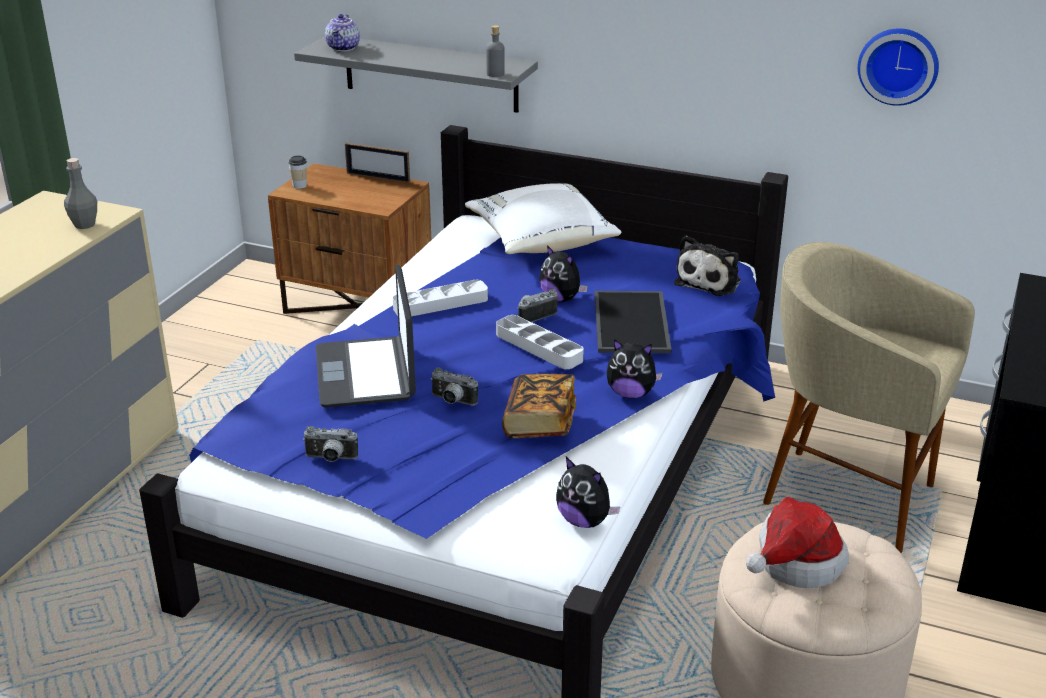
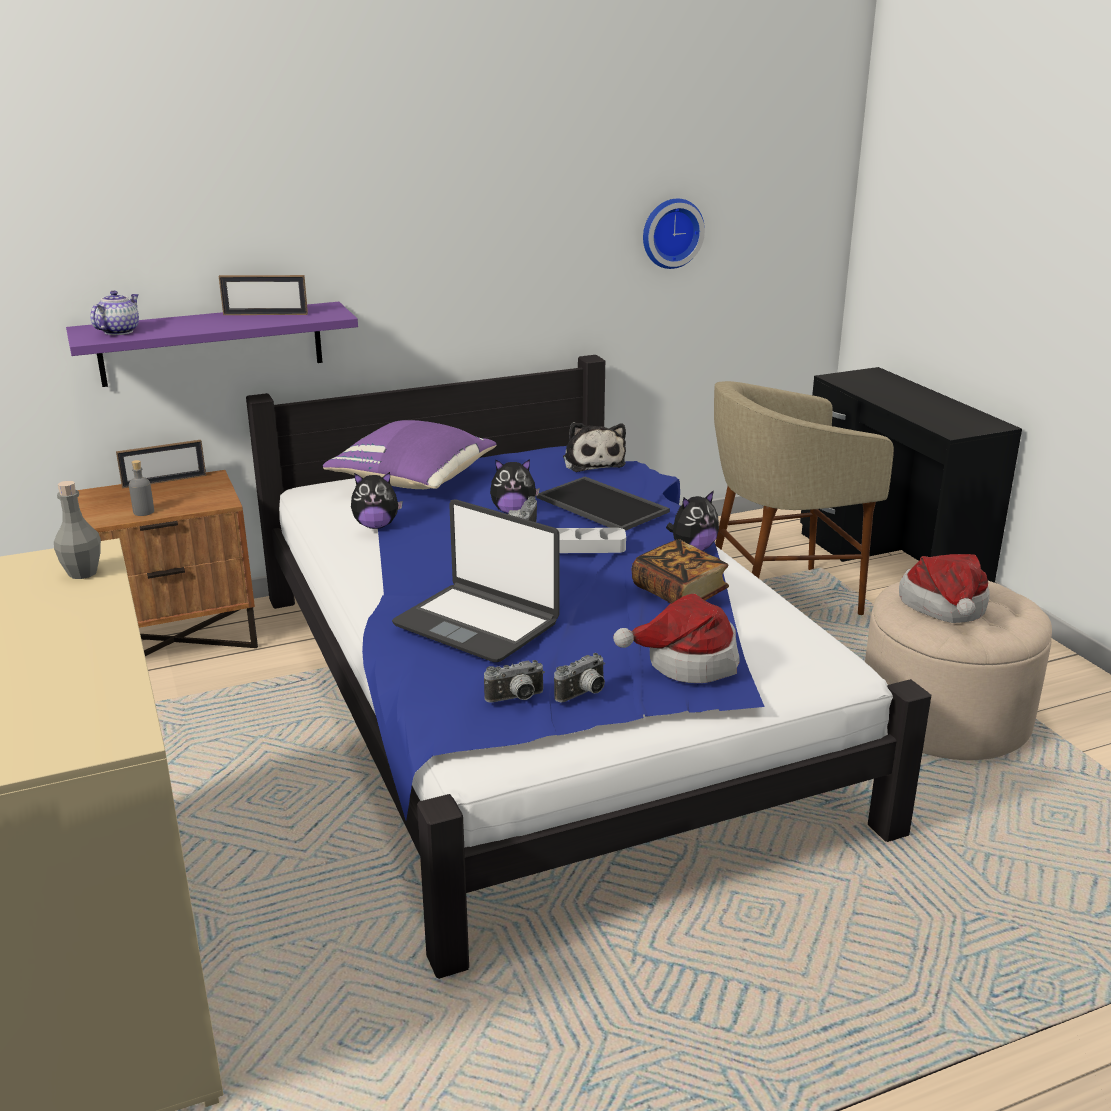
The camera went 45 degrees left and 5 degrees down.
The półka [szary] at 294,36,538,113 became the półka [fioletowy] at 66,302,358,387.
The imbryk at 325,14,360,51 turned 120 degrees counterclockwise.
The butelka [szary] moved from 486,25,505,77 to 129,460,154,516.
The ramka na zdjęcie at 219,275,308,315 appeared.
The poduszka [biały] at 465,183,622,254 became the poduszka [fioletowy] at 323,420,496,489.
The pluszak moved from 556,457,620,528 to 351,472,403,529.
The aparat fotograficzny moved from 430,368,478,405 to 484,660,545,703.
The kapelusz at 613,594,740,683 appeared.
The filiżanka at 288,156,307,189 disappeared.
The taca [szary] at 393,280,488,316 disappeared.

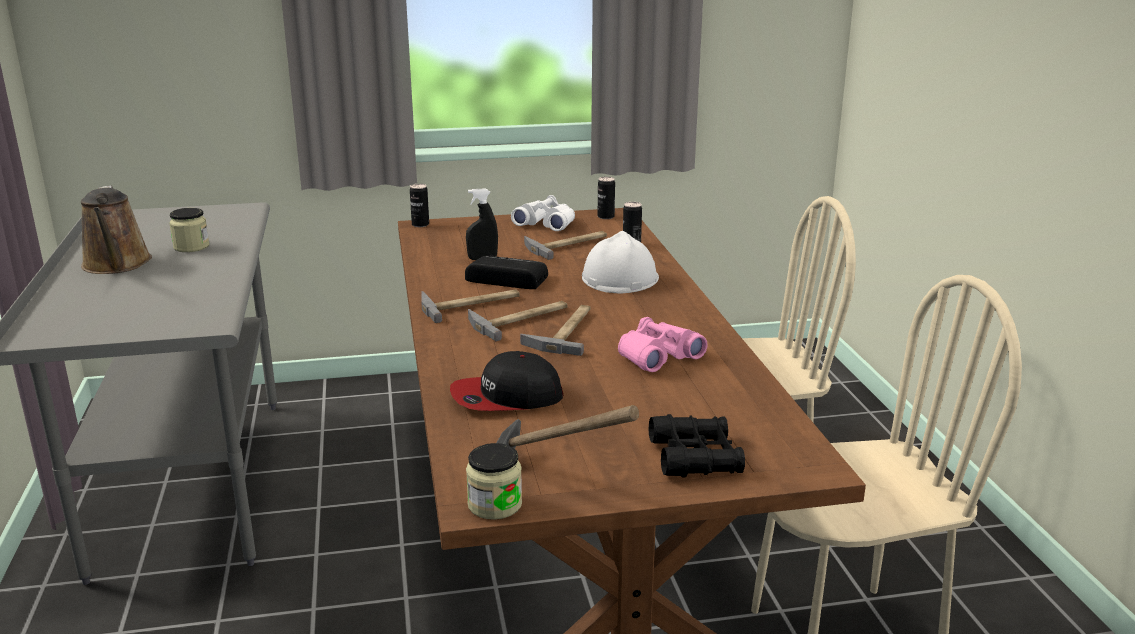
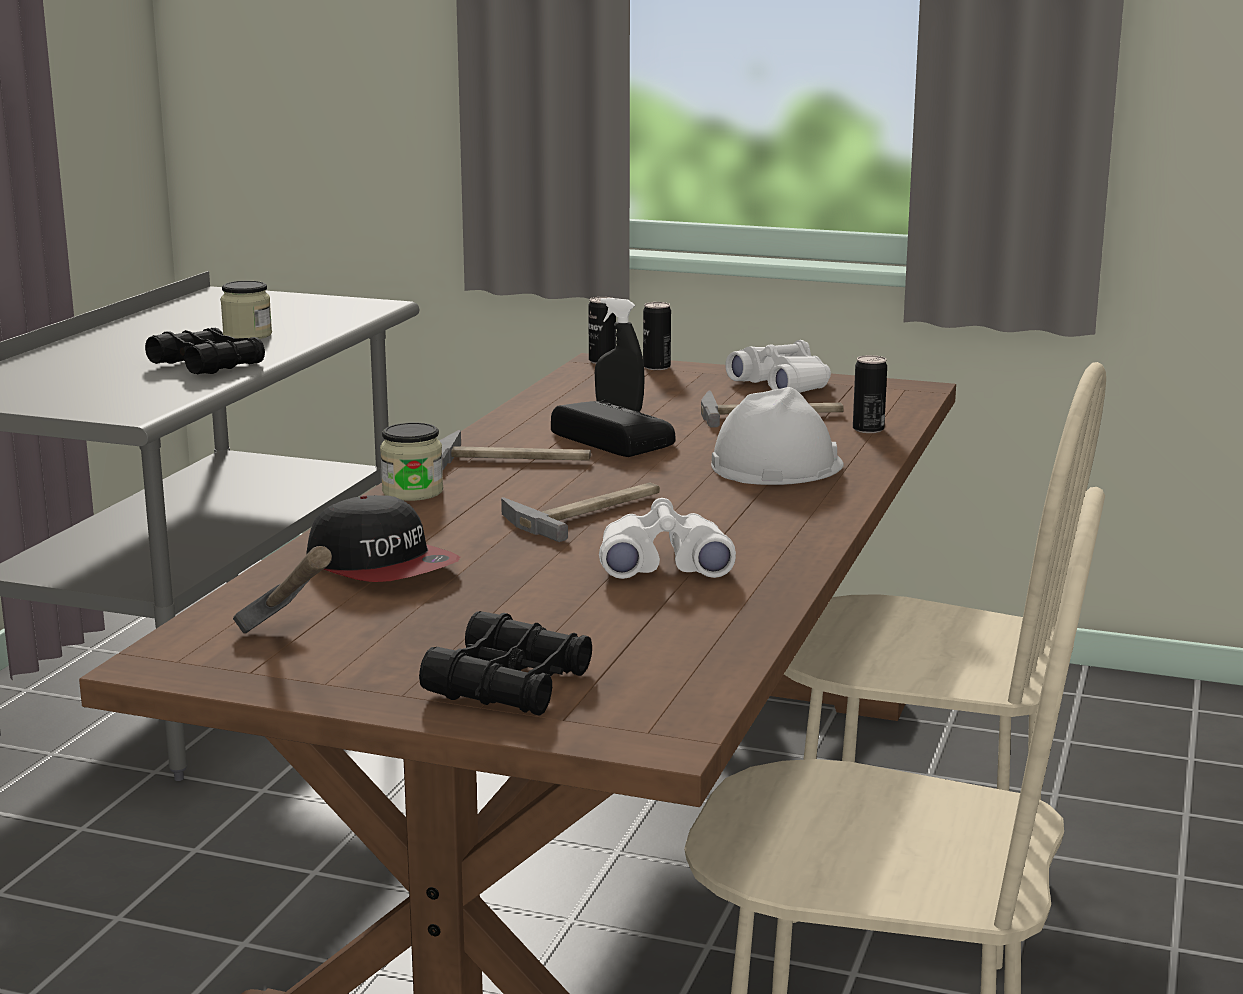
The camera went 30 degrees right and 5 degrees down.
The lornetka [czarny] at 145,328,265,374 appeared.
The czapka z daszkiem at 450,351,563,411 turned 150 degrees counterclockwise.
The słoik moved from 466,443,522,520 to 380,423,443,501.
The lornetka [różowy] at 618,317,708,372 became the lornetka [biały] at 599,498,736,579.
The puszka moved from 598,177,615,219 to 643,302,671,370.
The konewka [brązowy] at 81,186,152,274 disappeared.
The młotek at 468,301,567,341 disappeared.

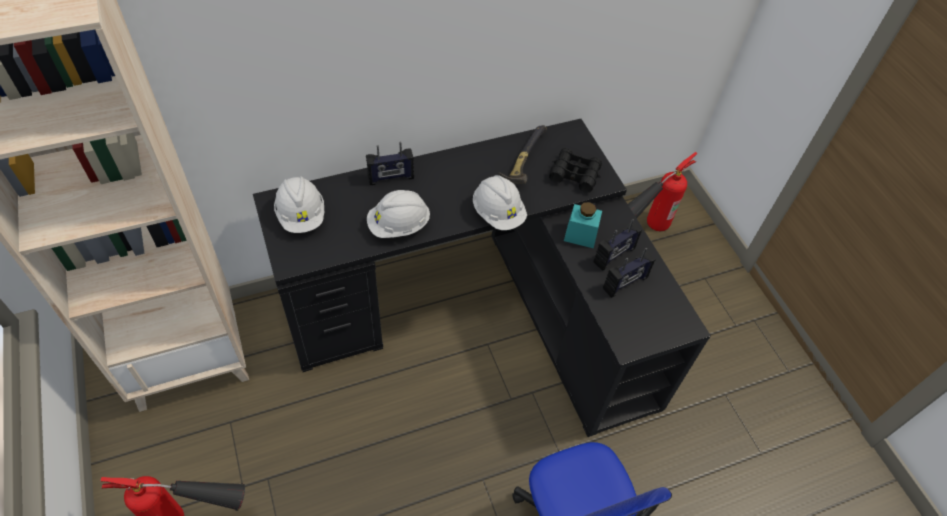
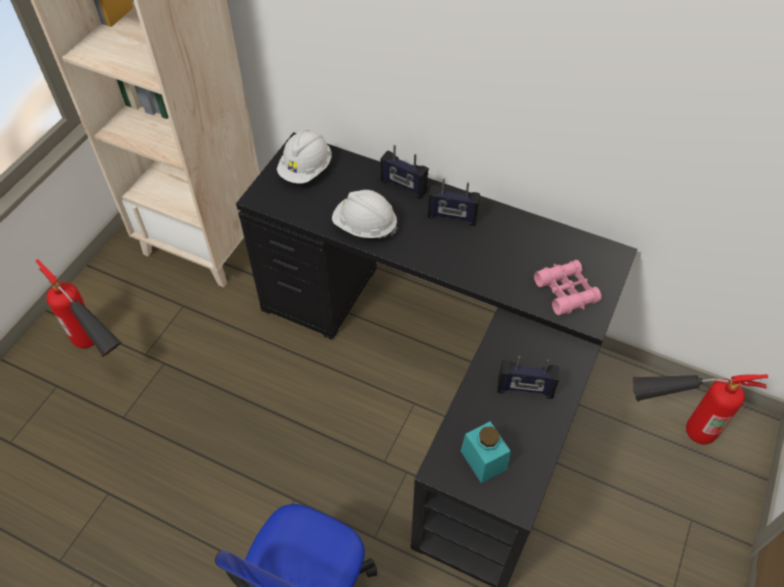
The camera went 50 degrees right and 0 degrees up.
The radio moved from 603,248,656,298 to 427,178,480,226.
The słoik [turkusowy] moved from 564,202,602,248 to 461,421,511,483.
The lornetka [czarny] at 549,148,602,193 became the lornetka [różowy] at 534,260,601,315.
The kask [biały] at 473,175,527,230 disappeared.
The młotek at 498,125,547,183 disappeared.

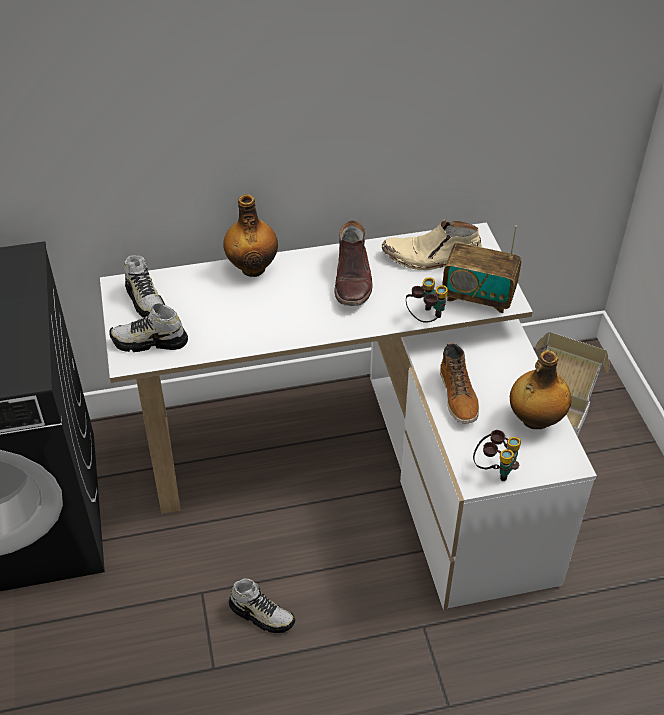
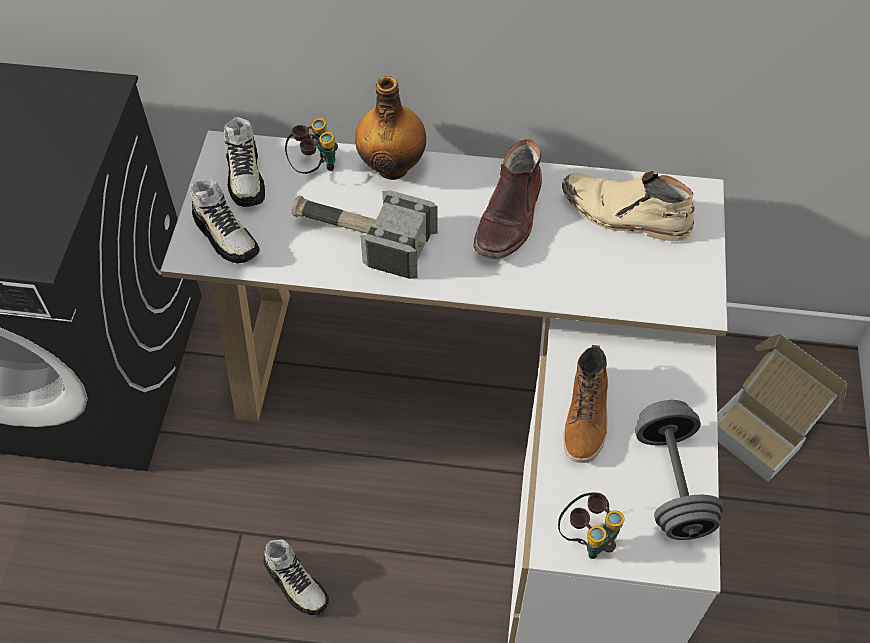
The camera went 20 degrees right and 10 degrees up.
The but at 109,303,188,352 turned 150 degrees counterclockwise.
The lornetka moved from 406,277,448,323 to 285,118,338,174.
The młotek at 291,190,438,279 appeared.
The butelka at 510,350,571,429 was replaced by the hantel [szary] at 635,400,724,540.
The radio at 442,225,521,313 disappeared.

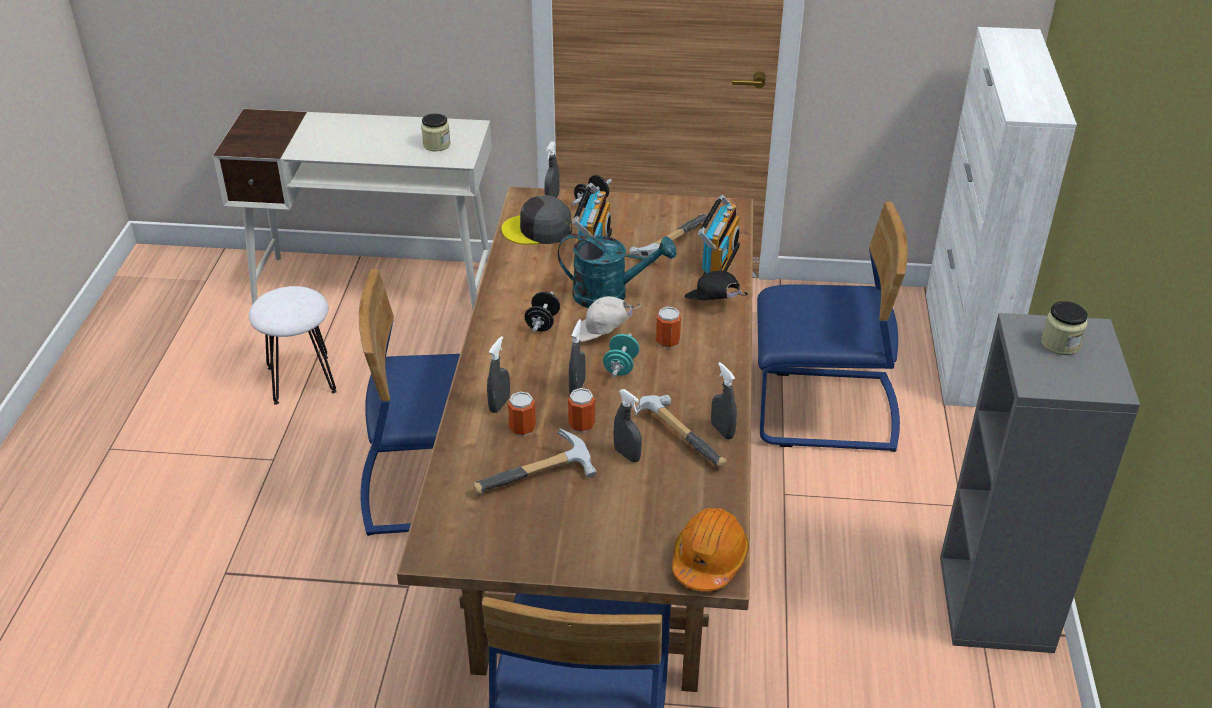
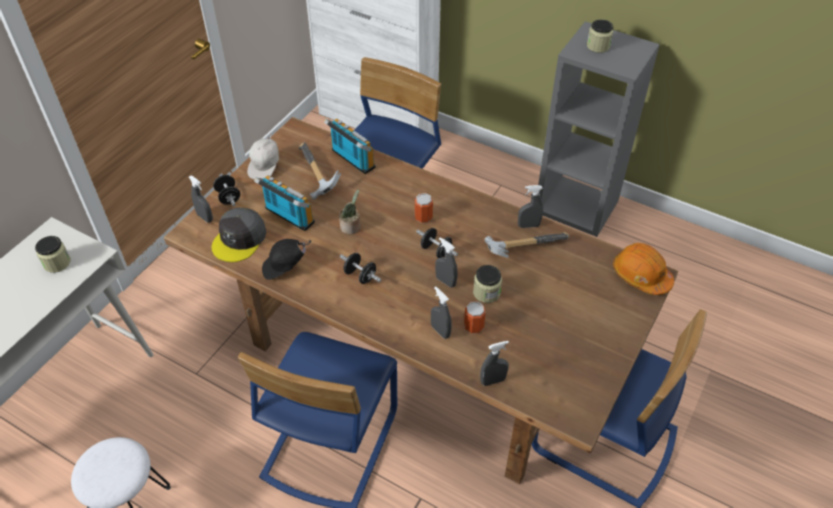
The camera went 65 degrees left and 10 degrees up.
The czapka z daszkiem [biały] moved from 579,296,641,342 to 247,133,279,179.
The czapka z daszkiem [czarny] moved from 685,270,748,301 to 262,239,311,280.
The konewka [turkusowy] at 558,233,676,308 was replaced by the roślina doniczkowa at 339,189,360,234.
The hantel [turkusowy] at 603,333,639,377 became the hantel [czarny] at 416,228,458,258.
The puszka at 568,388,595,433 was replaced by the słoik at 473,265,502,303.
The spryskiwacz [szary] moved from 614,389,642,462 to 480,341,509,386.
The młotek at 473,428,597,495 disappeared.

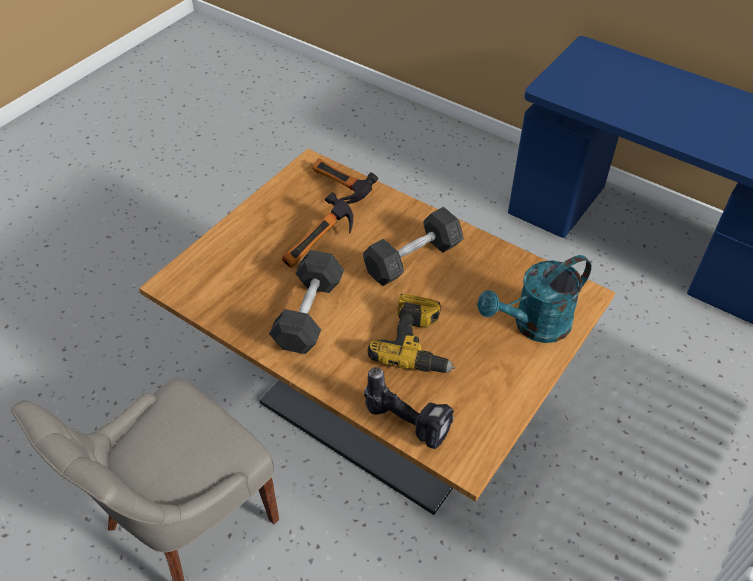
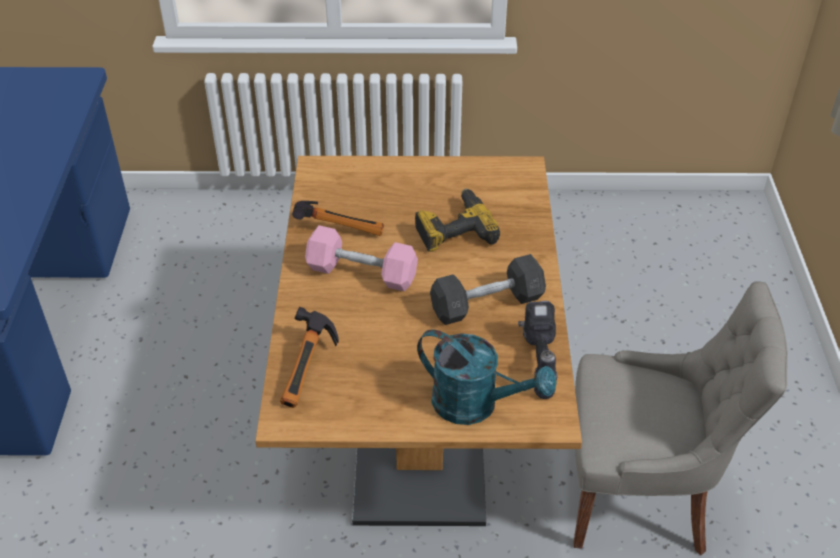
The camera went 125 degrees left and 5 degrees down.
The młotek moved from 282,192,353,268 to 292,201,384,236.
The hantel [szary] at 363,207,464,286 became the hantel [różowy] at 305,225,418,292.
The konewka [turkusowy] moved from 477,255,592,343 to 417,330,556,425.
The wiertarka moved from 364,367,454,449 to 518,301,558,399.

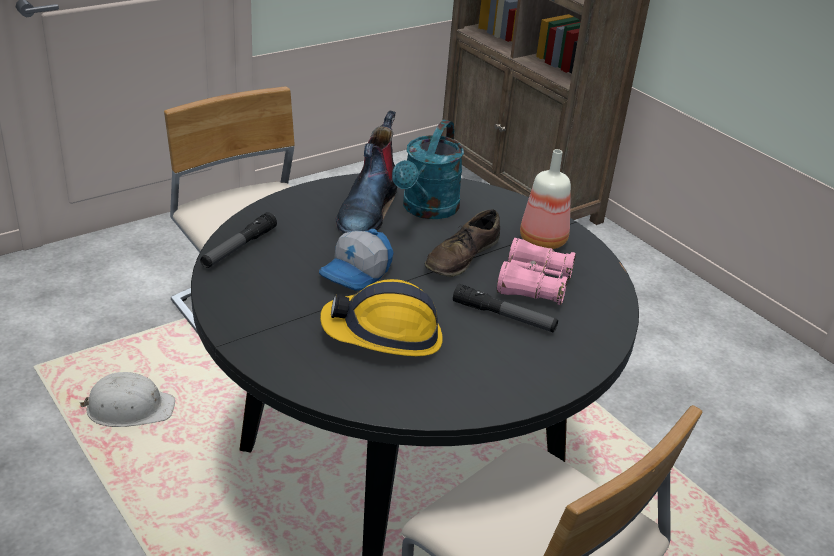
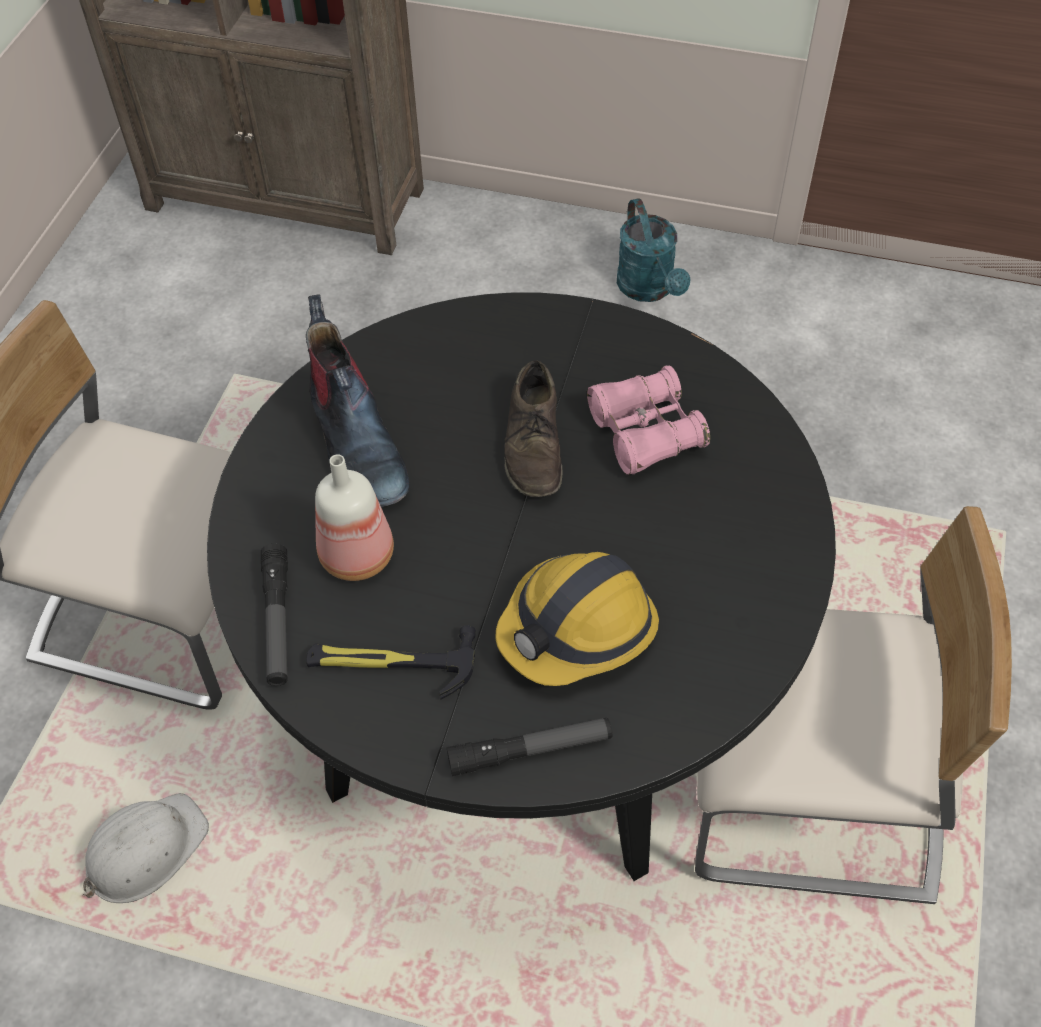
The camera went 35 degrees left and 20 degrees up.
The młotek at 306,625,476,700 appeared.
The butelka moved from 520,149,571,249 to 315,454,394,581.
The latarka moved from 453,284,558,332 to 447,718,612,776.
The konewka [turkusowy] moved from 392,120,464,219 to 617,198,691,302.
The czapka z daszkiem at 319,229,393,291 disappeared.

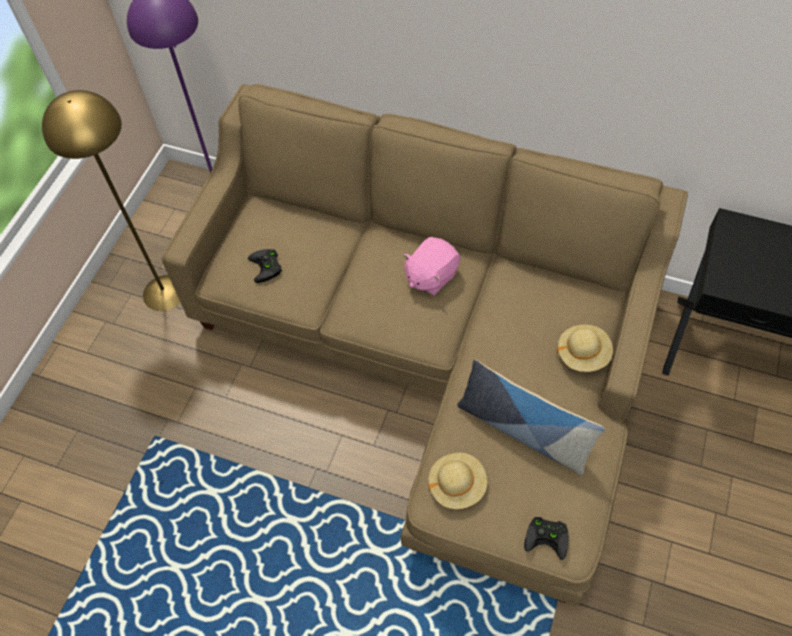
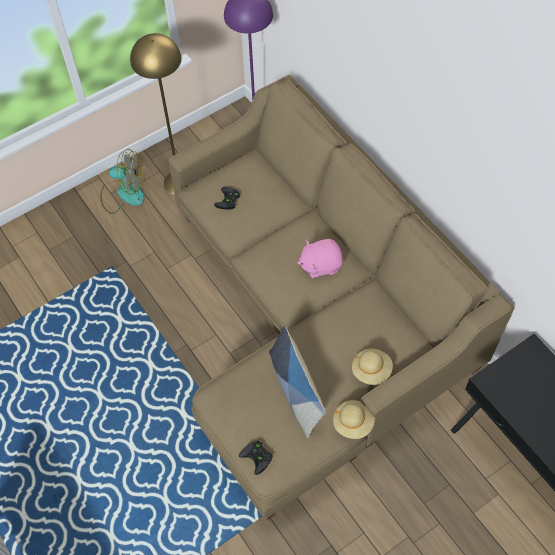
The camera went 35 degrees right and 0 degrees up.
The wentylator at 100,149,144,214 appeared.
The kapelusz [beżowy] moved from 429,453,487,509 to 333,400,375,439.

